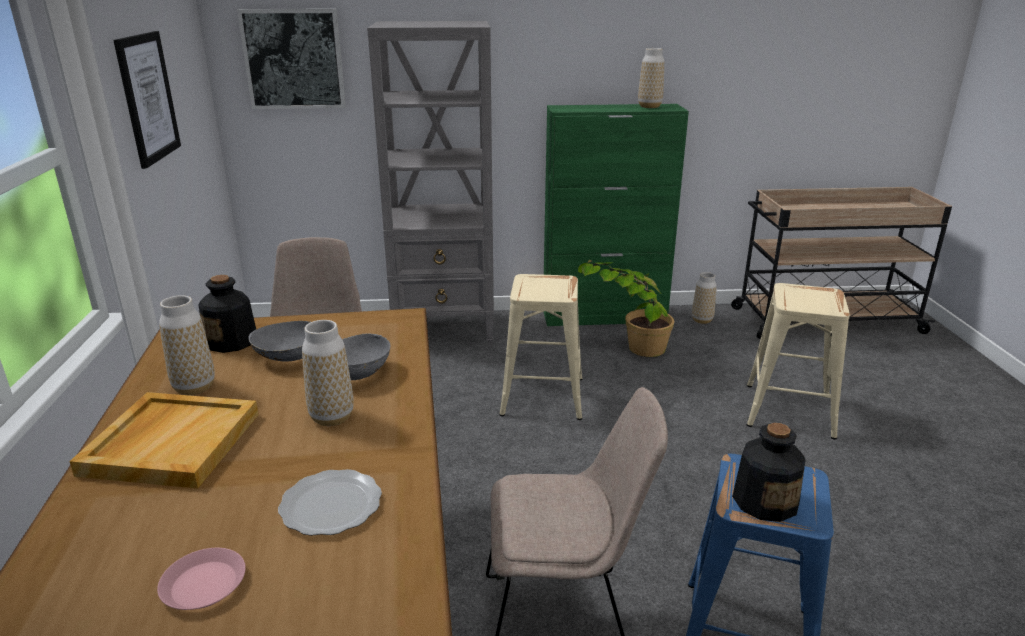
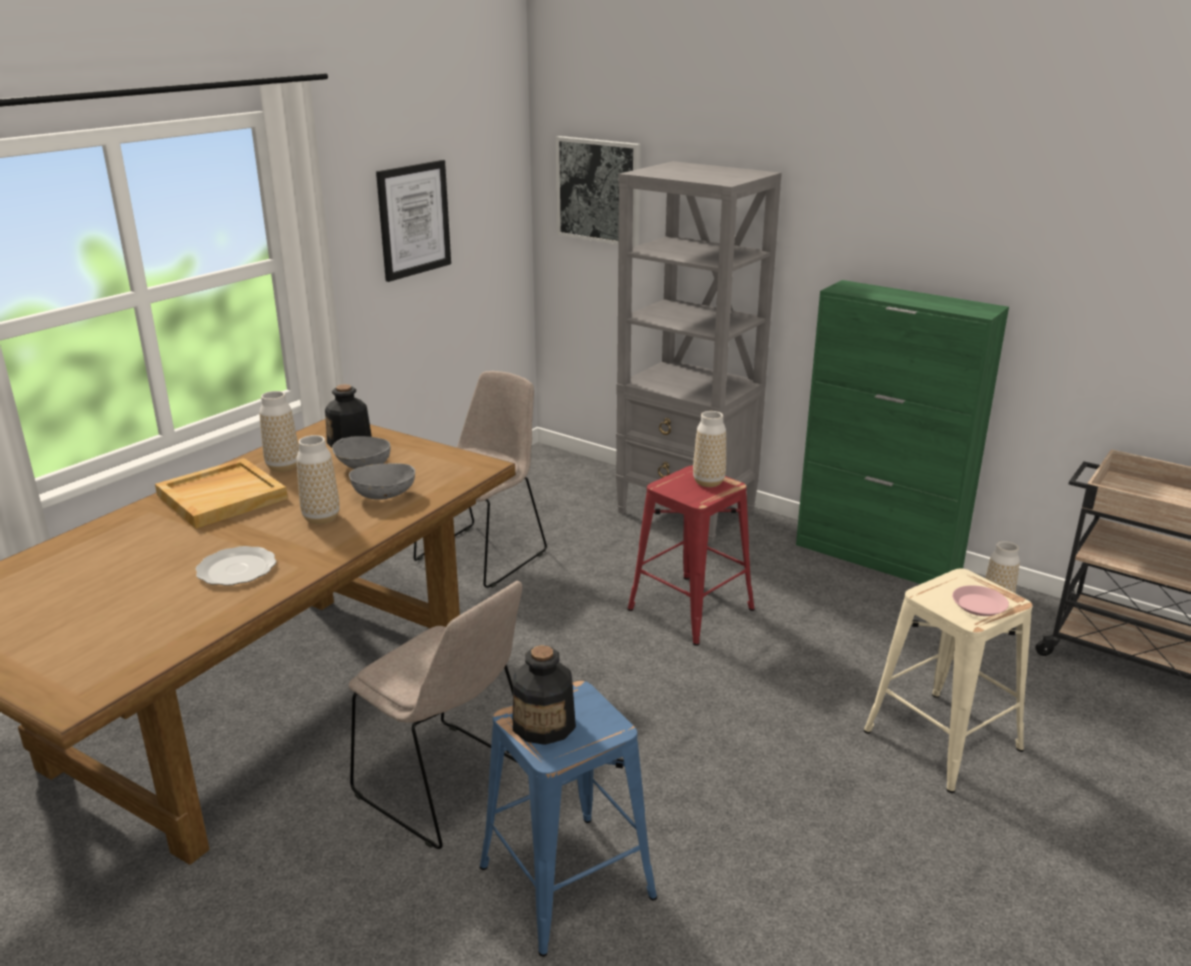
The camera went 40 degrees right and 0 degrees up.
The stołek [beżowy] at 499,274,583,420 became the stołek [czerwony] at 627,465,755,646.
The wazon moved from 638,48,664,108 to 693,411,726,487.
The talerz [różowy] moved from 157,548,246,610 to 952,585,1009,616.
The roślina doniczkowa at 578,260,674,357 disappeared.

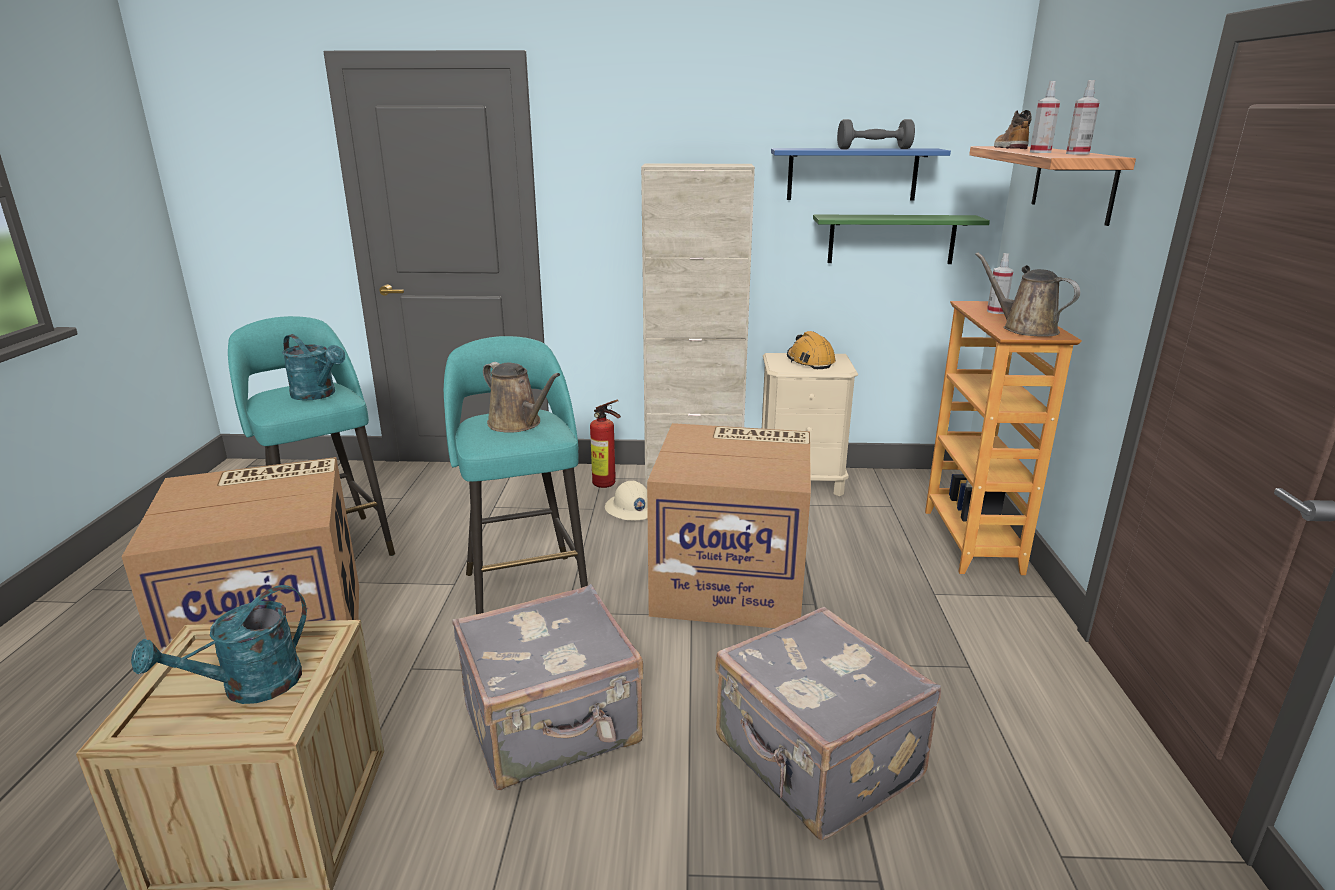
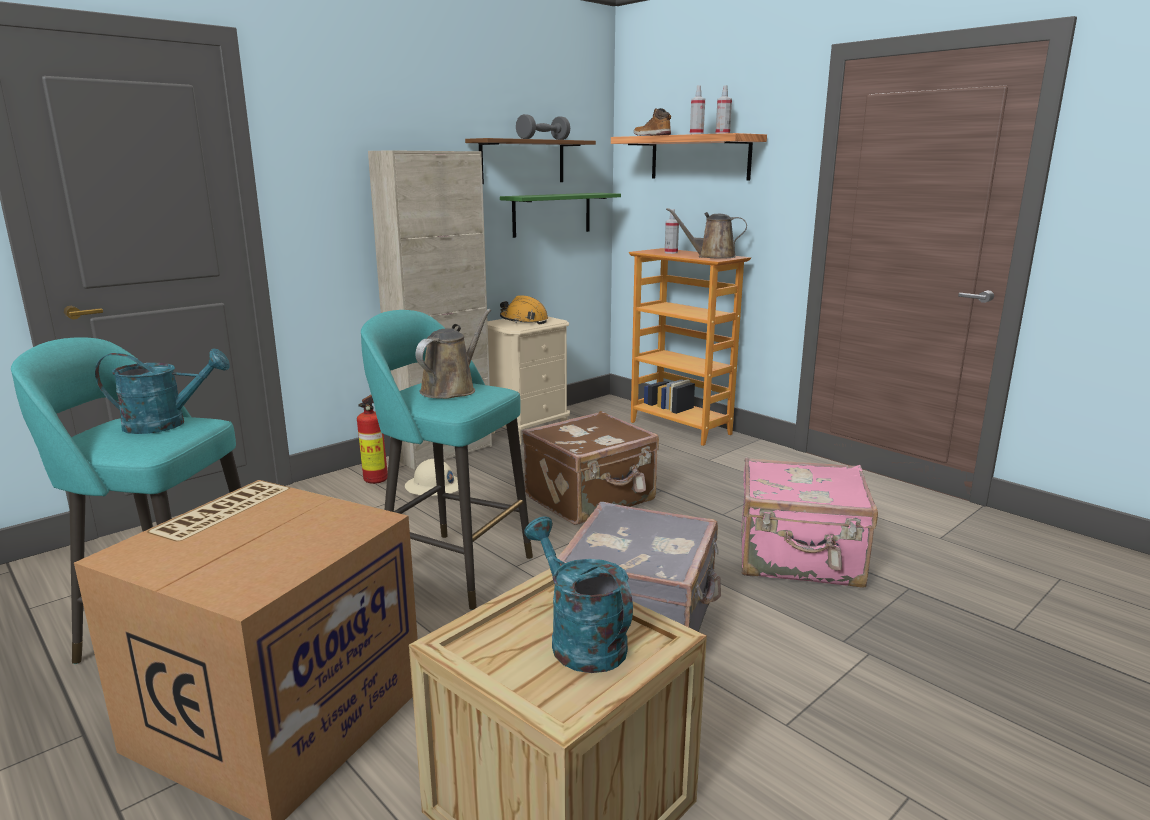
The camera went 45 degrees left and 5 degrees down.
The konewka [brązowy] at 483,362,560,433 turned 60 degrees counterclockwise.
The półka [niebieski] at 771,148,951,200 became the półka [brązowy] at 465,138,596,184.
The karton at 647,423,811,628 was replaced by the walizka [brązowy] at 522,411,659,525.
The konewka [turkusowy] at 131,585,307,704 turned 150 degrees clockwise.
The walizka [szary] at 715,607,941,840 became the walizka [różowy] at 741,457,878,587.

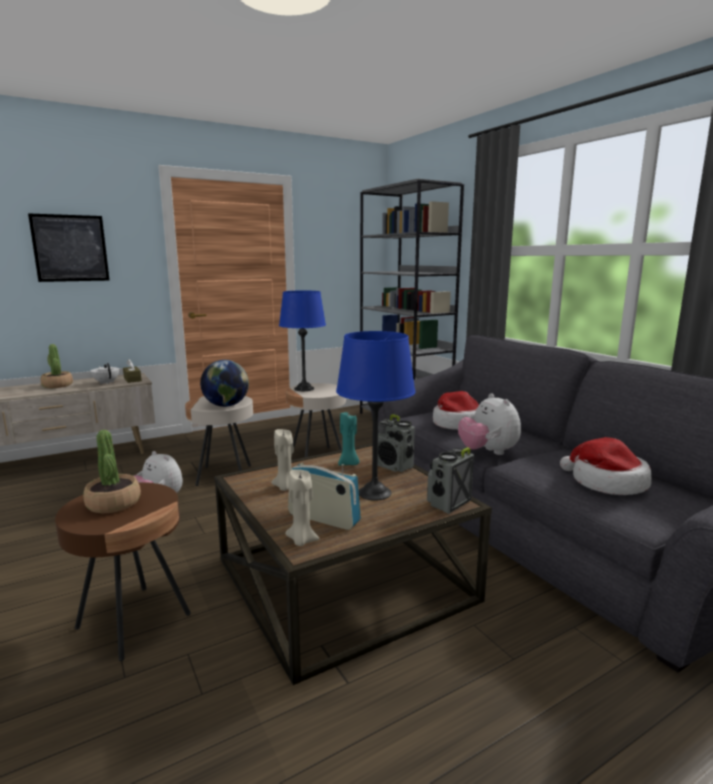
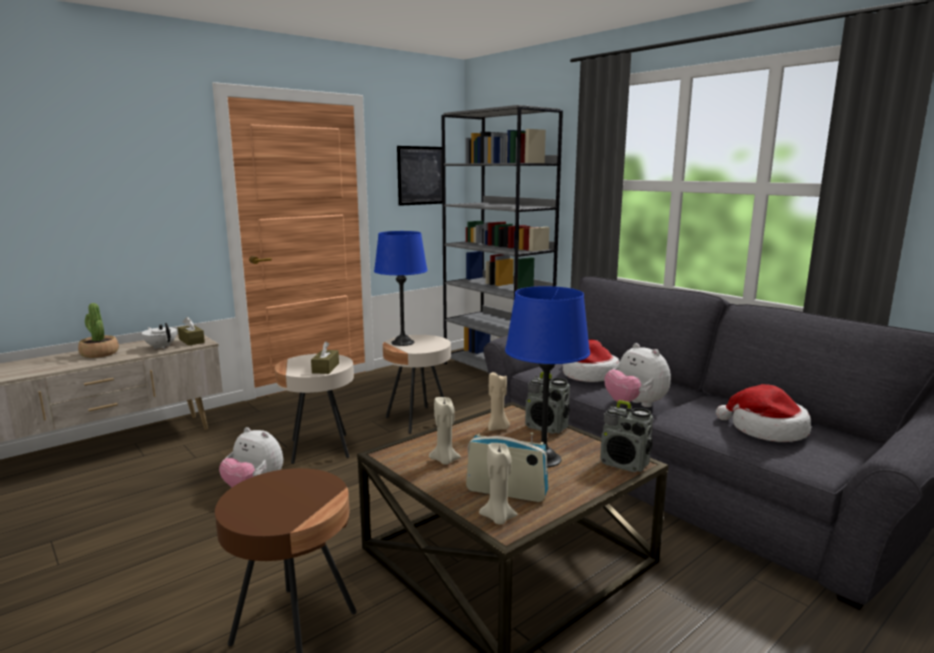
The camera went 10 degrees left and 0 degrees up.
The globus at 200,360,249,407 was replaced by the pudełko chusteczek [brązowy] at 311,341,339,374.
The obraz moved from 28,213,110,282 to 397,146,442,206.
The świeca [turkusowy] at 338,411,359,466 became the świeca [beżowy] at 488,372,510,431.
The radio at 427,447,474,514 turned 90 degrees counterclockwise.
The roślina doniczkowa at 83,430,141,513 disappeared.

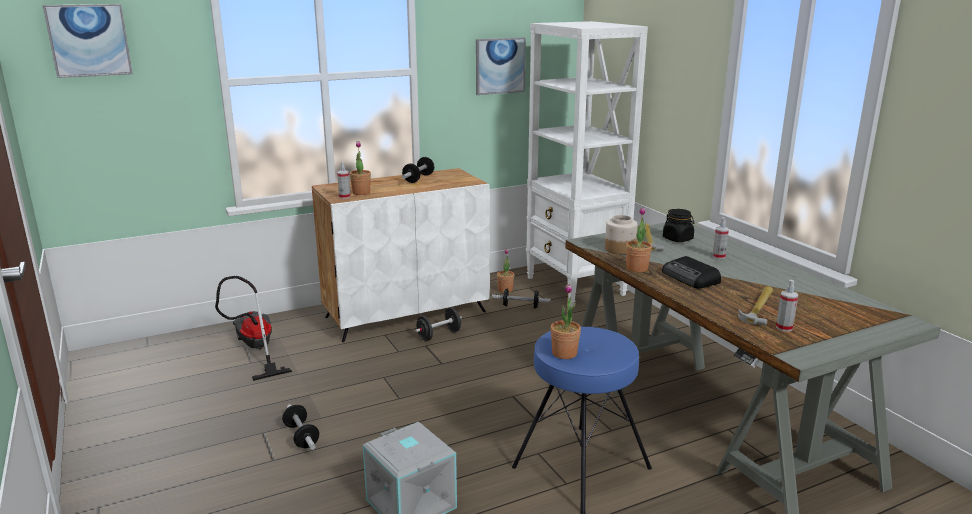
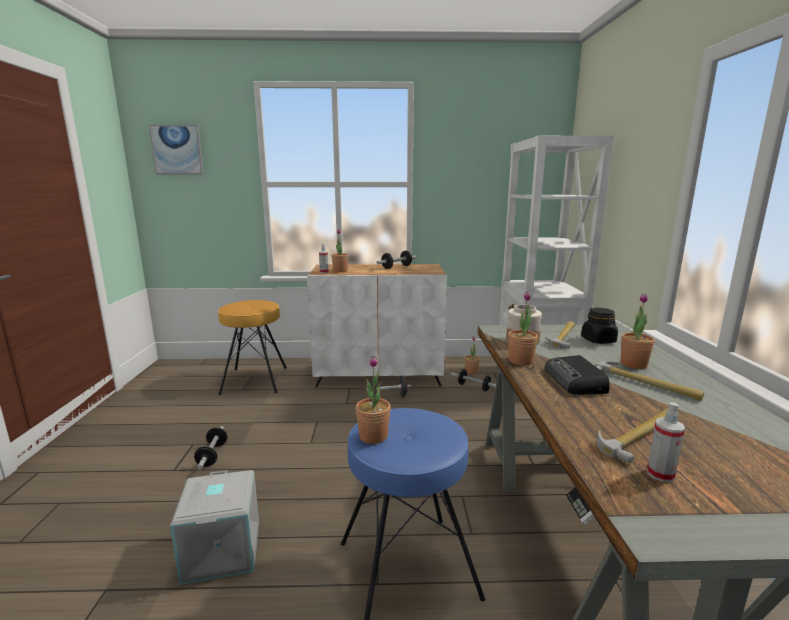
The camera went 25 degrees right and 5 degrees down.
The odkurzacz at 215,276,292,381 was replaced by the stołek [brązowy] at 218,300,287,395.
The młotek at 595,361,704,401 appeared.
The spryskiwacz at 712,217,729,259 was replaced by the roślina doniczkowa at 621,294,655,369.
The obraz at 476,37,526,95 disappeared.

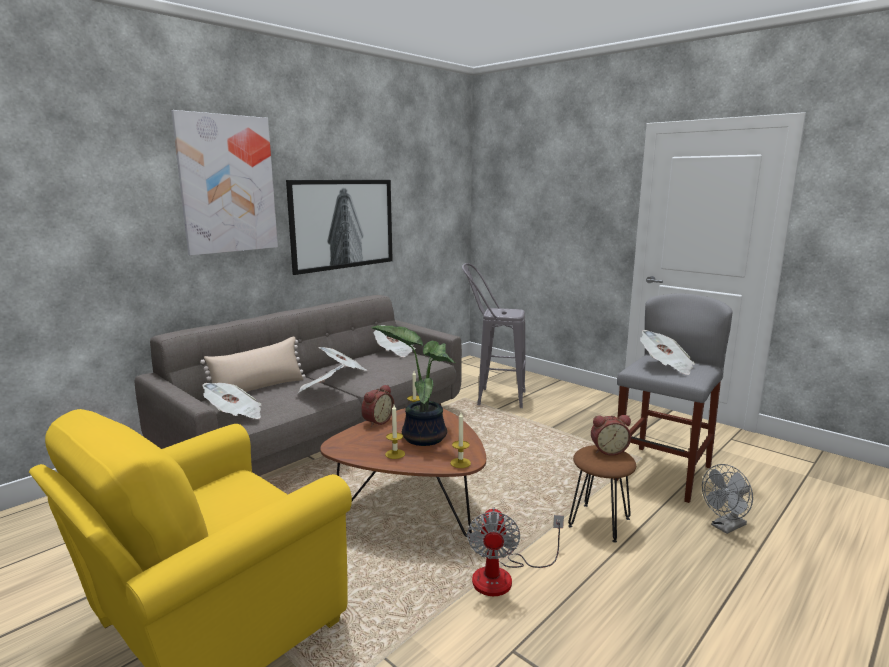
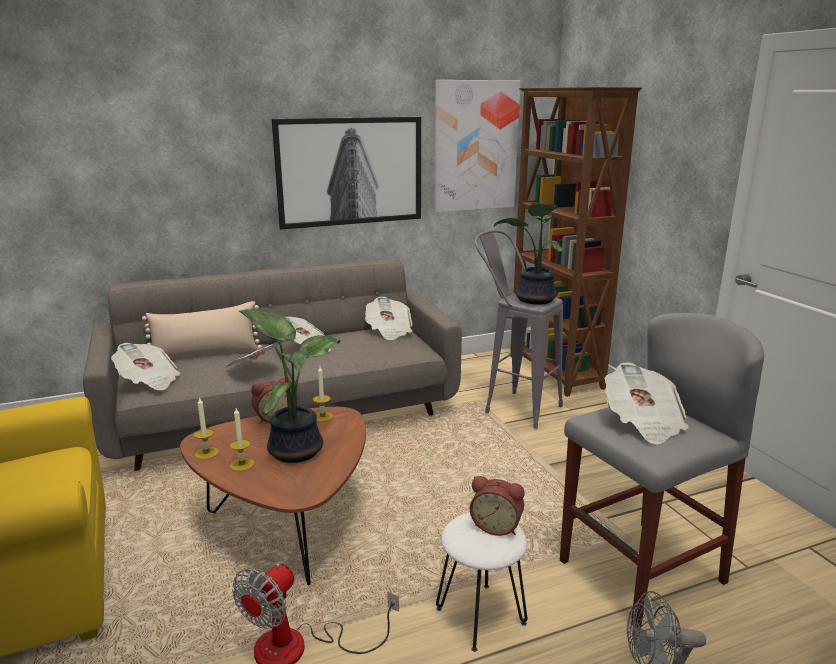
The camera went 25 degrees right and 5 degrees up.
The świeca moved from 450,412,471,468 to 194,397,219,459.
The obraz moved from 171,110,278,256 to 434,80,521,212.
The stołek [brązowy] at 568,445,636,543 became the stołek [biały] at 436,513,528,652.
The roślina doniczkowa at 493,204,567,305 appeared.
The regał [brązowy] at 510,87,642,397 appeared.

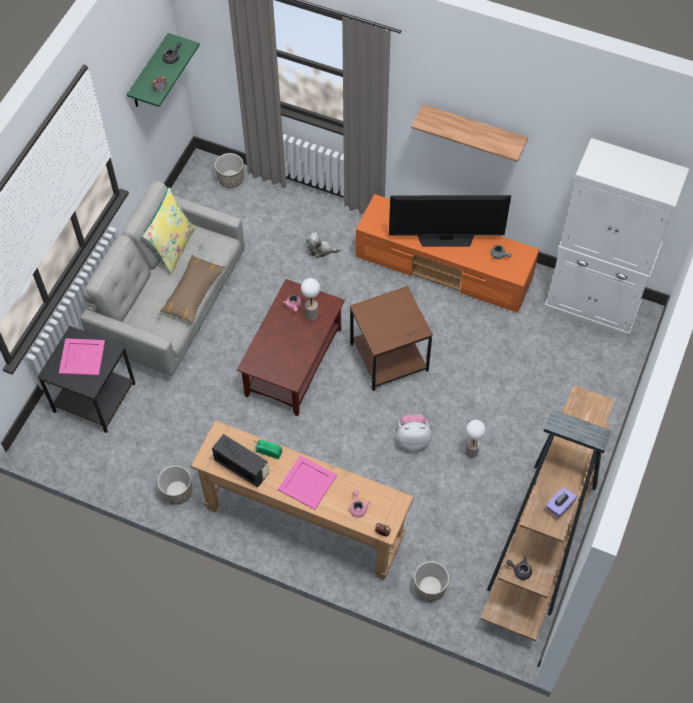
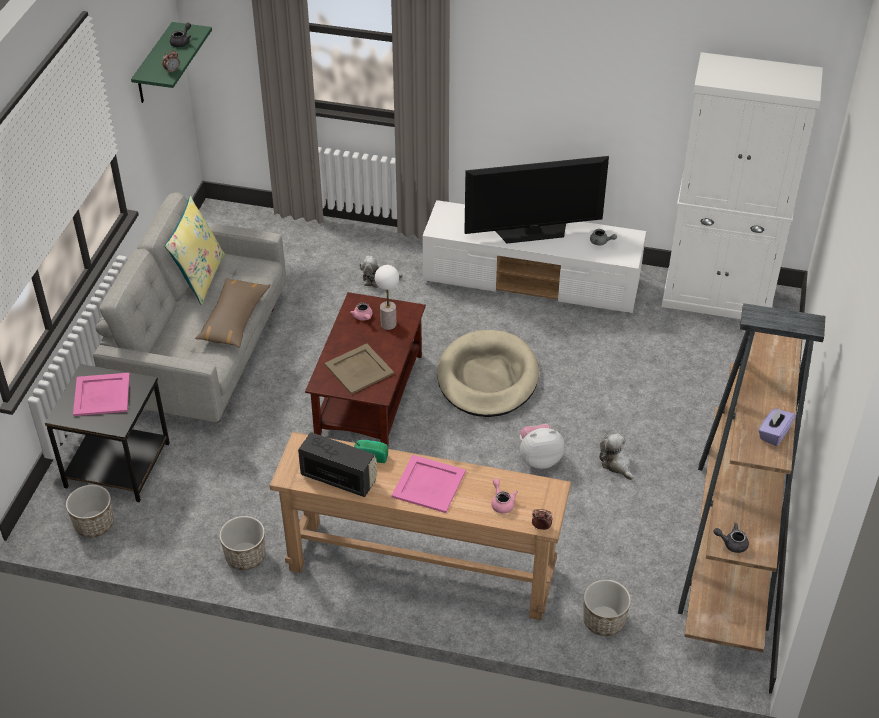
The camera went 10 degrees left and 15 degrees down.
The donica moved from 215,153,244,188 to 66,485,114,537.
The taca [beżowy] at 325,344,394,394 appeared.
The szafka pod telewizor [pomarańczowy] at 356,194,539,313 became the szafka pod telewizor [biały] at 423,200,646,313.
The stolik [brązowy] at 350,286,433,391 was replaced by the legowisko [beżowy] at 437,330,539,417.
The lampa stołowa at 465,420,486,458 was replaced by the pluszak at 599,433,634,480.
The półka at 411,104,528,162 disappeared.

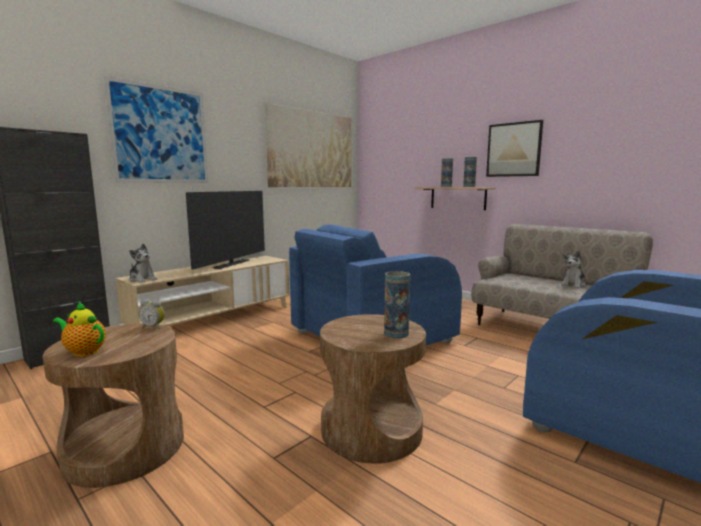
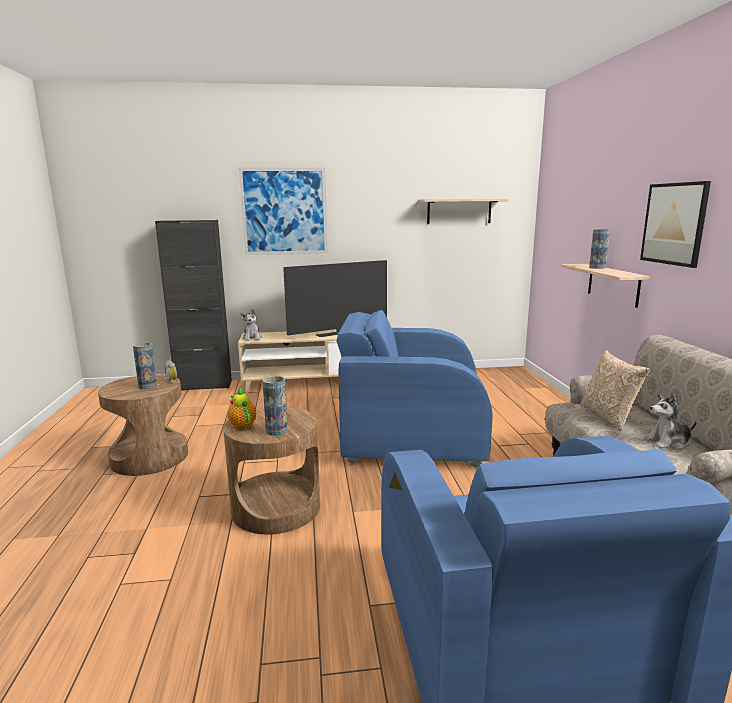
The camera went 40 degrees right and 5 degrees up.
The wazon moved from 463,157,477,187 to 133,342,157,389.
The imbryk moved from 53,302,106,357 to 227,389,257,430.
The obraz at 265,103,351,187 was replaced by the półka at 419,199,509,224.
The poduszka at 580,350,650,431 appeared.

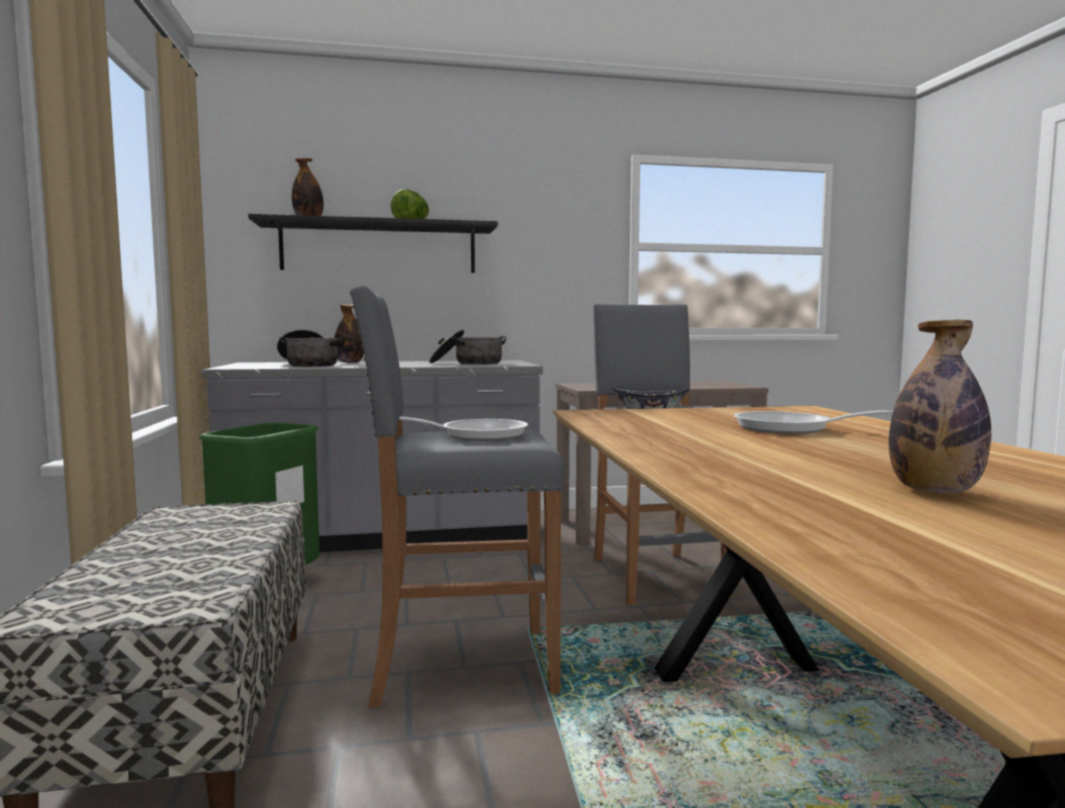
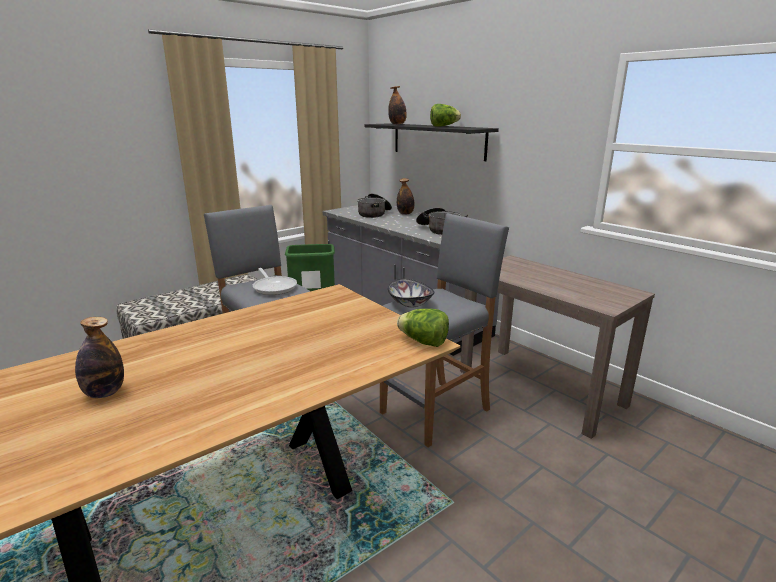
The camera went 60 degrees right and 15 degrees up.
The sałata at 397,309,449,347 appeared.
The patelnia at 734,410,893,434 disappeared.

